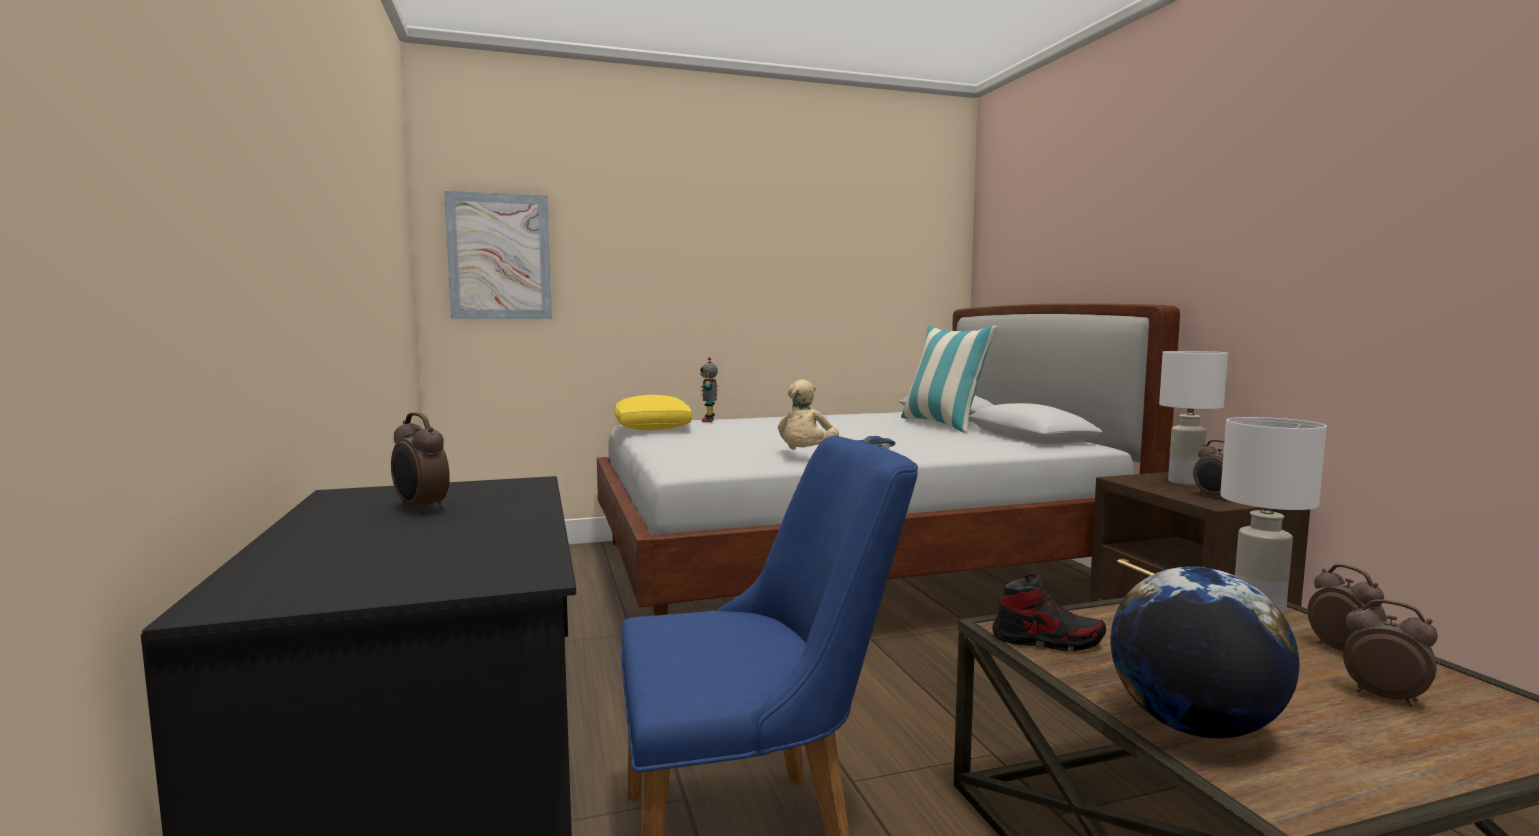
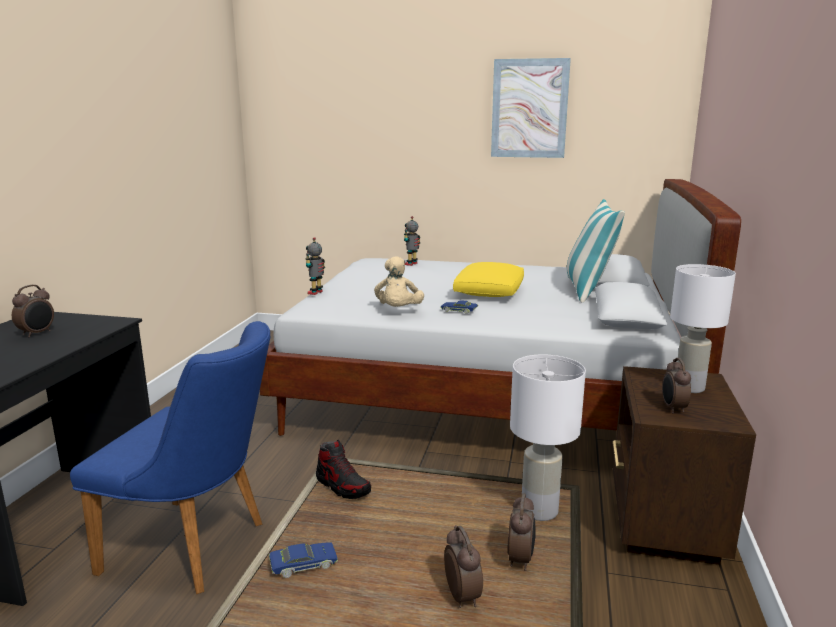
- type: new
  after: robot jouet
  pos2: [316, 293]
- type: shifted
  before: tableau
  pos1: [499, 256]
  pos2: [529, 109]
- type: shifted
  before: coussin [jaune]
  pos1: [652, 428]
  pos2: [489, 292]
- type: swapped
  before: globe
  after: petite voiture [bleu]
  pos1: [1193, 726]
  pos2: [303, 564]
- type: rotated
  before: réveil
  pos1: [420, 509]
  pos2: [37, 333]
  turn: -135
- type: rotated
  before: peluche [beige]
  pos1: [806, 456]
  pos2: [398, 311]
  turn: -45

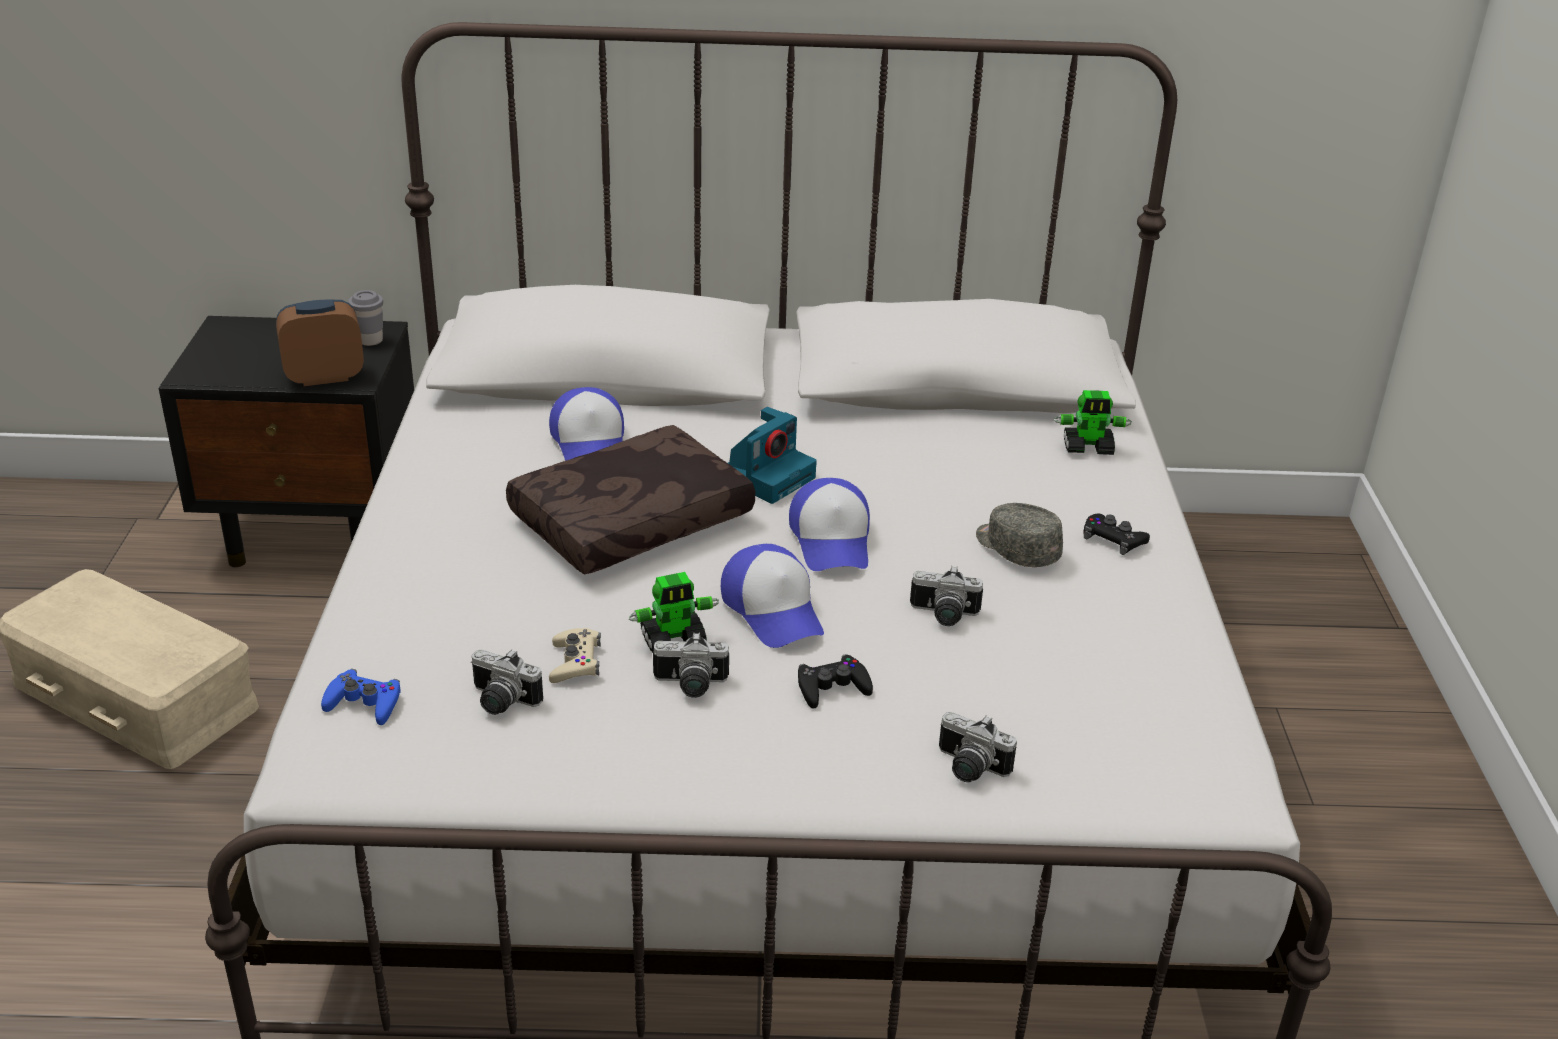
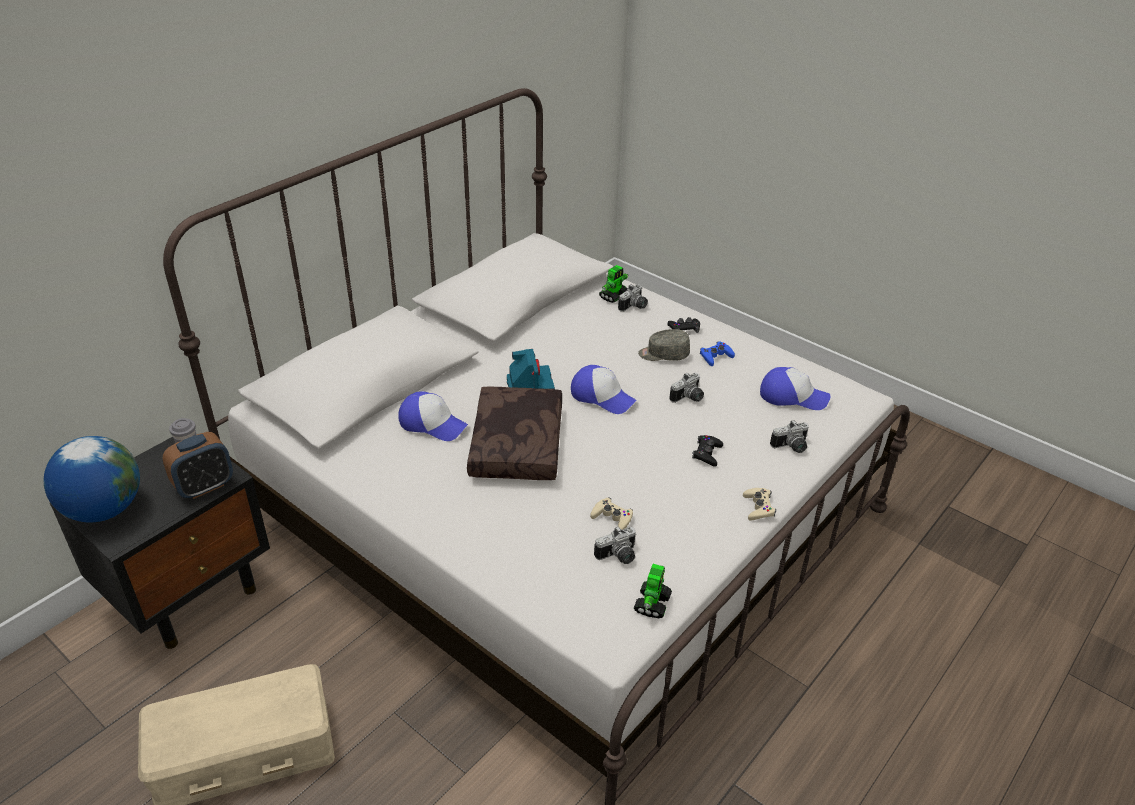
- type: new
  after: globe
  pos2: [104, 509]
- type: new
  after: manette [beige]
  pos2: [758, 507]
- type: shifted
  before: manette [bleu]
  pos1: [364, 703]
  pos2: [715, 356]
- type: shifted
  before: robot jouet
  pos1: [674, 640]
  pos2: [652, 603]
- type: shifted
  before: appareil photo
  pos1: [690, 685]
  pos2: [634, 307]
- type: shifted
  before: casquette
  pos1: [773, 610]
  pos2: [792, 396]
- type: rotated
  before: réveil
  pos1: [324, 377]
  pos2: [204, 486]
  turn: -150

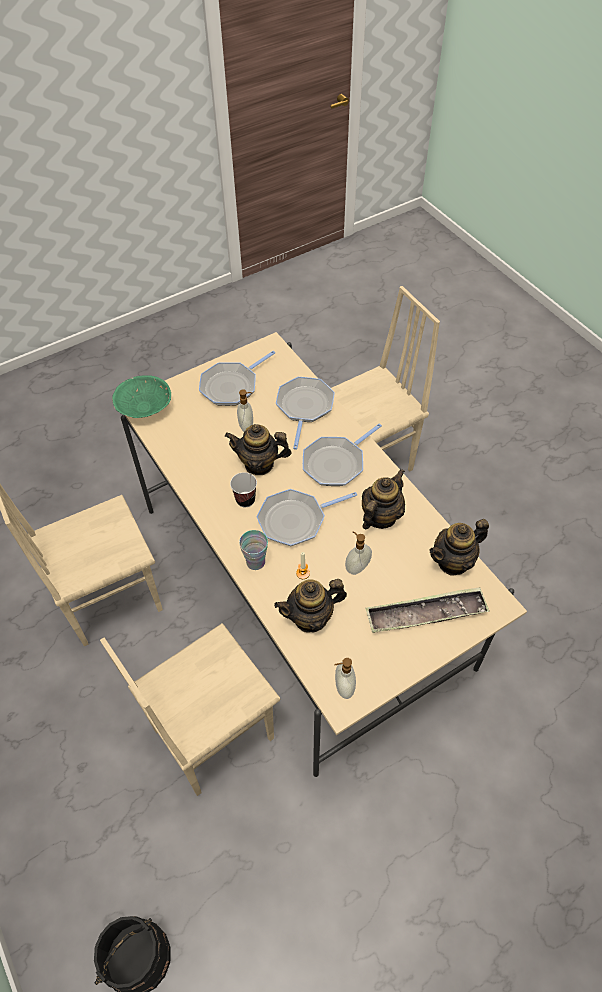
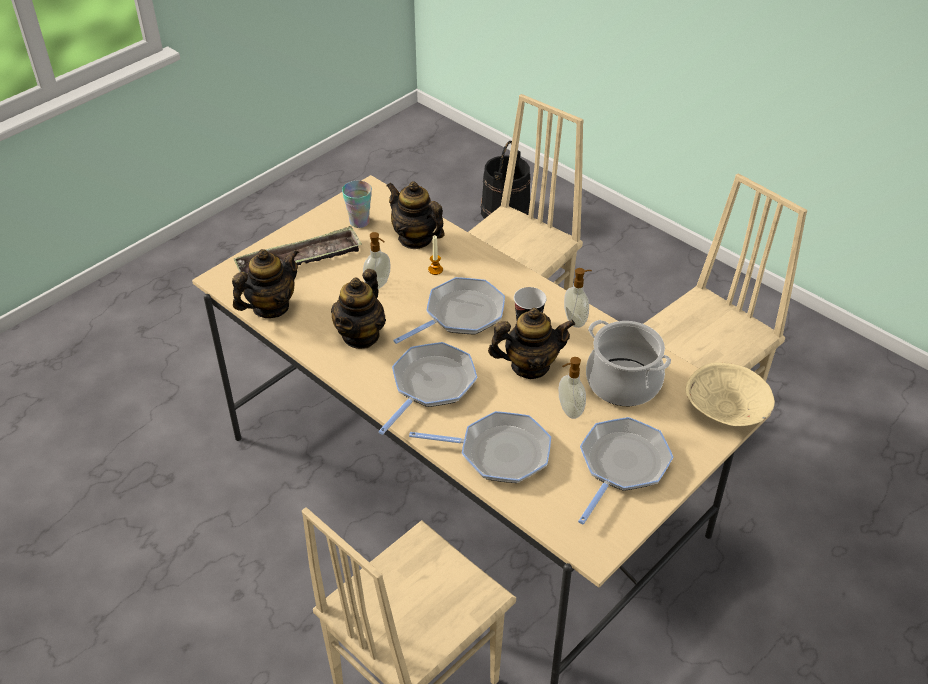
- type: new
  after: marmite
  pos2: [623, 382]
- type: shifted
  before: tasse
  pos1: [255, 562]
  pos2: [359, 222]
- type: shifted
  before: distributeur de savon
  pos1: [343, 687]
  pos2: [576, 320]
- type: repainted
  before: bol [vert]
  after: bol [beige]
  pos1: [144, 406]
  pos2: [727, 410]
- type: rotated
  before: théière
  pos1: [311, 617]
  pos2: [415, 238]
  turn: -105
- type: rotated
  before: poêle
  pos1: [304, 407]
  pos2: [499, 453]
  turn: -75

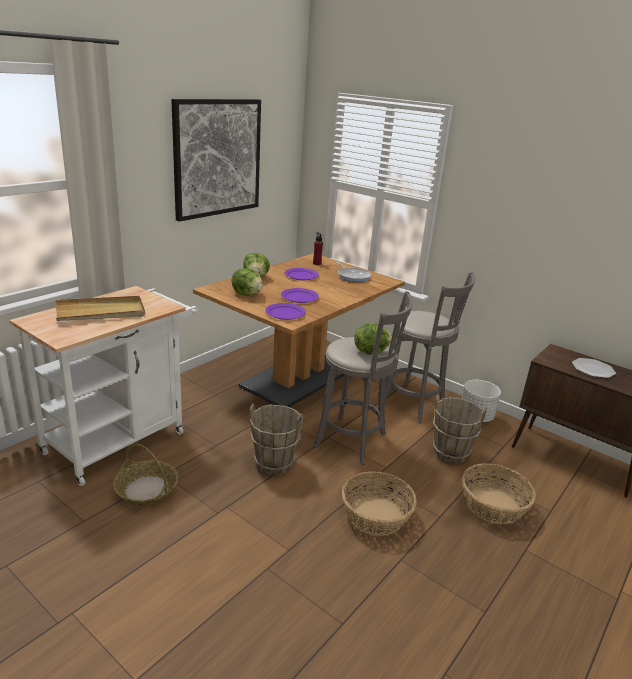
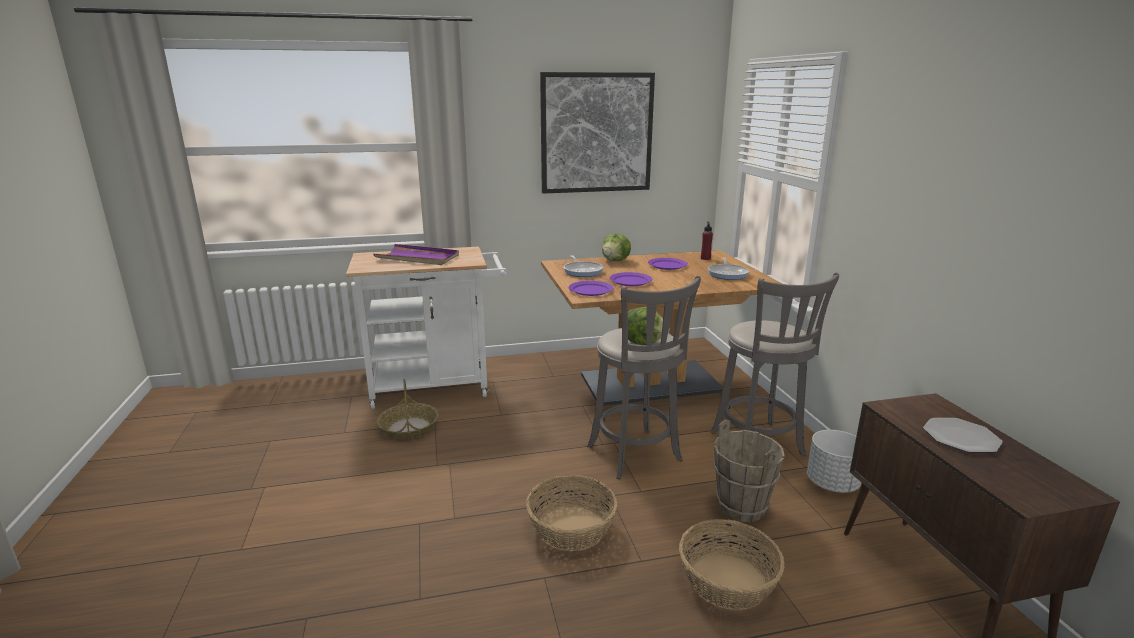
- type: gone
  before: seau [marron]
  pos1: [274, 463]
- type: swapped
  before: laitue
  after: poêle
  pos1: [247, 294]
  pos2: [582, 271]
- type: repainted
  before: plateau [beige]
  after: plateau [violet]
  pos1: [101, 312]
  pos2: [418, 258]

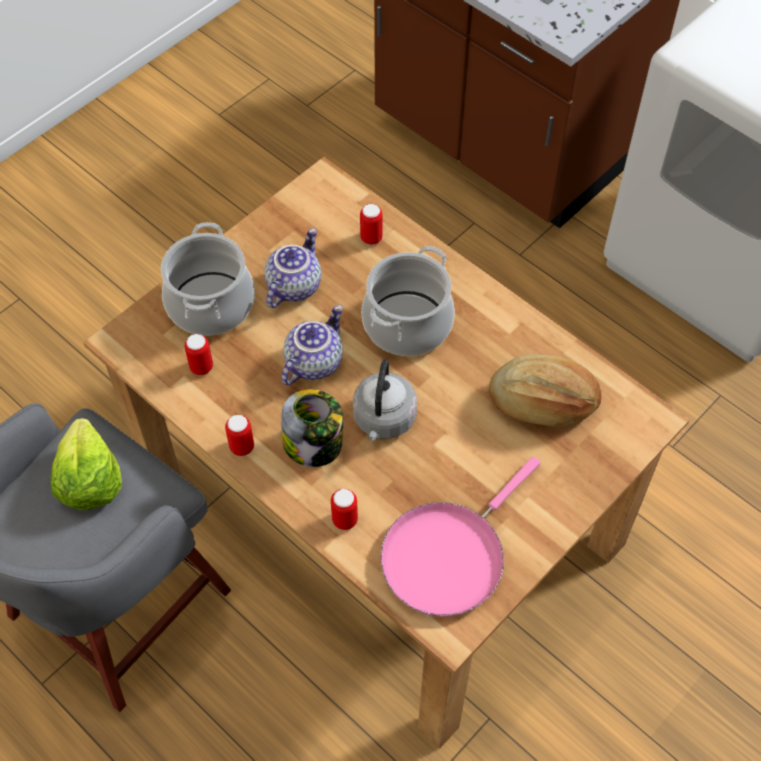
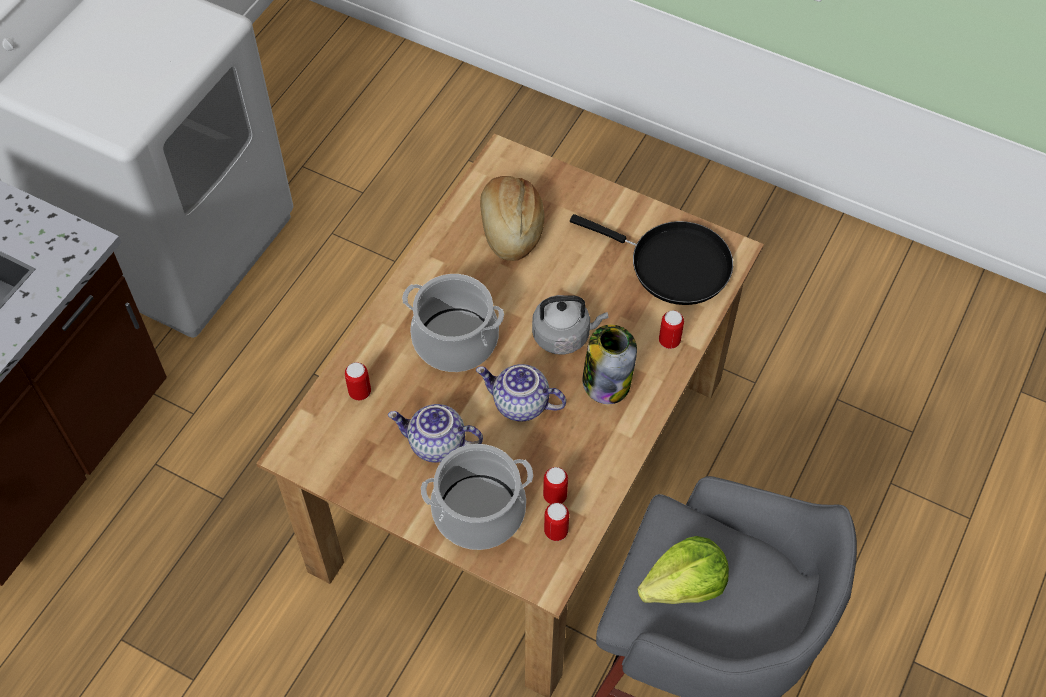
- type: shifted
  before: boîte métallique
  pos1: [242, 447]
  pos2: [556, 531]
- type: repainted
  before: poêle [rose]
  after: poêle [noir]
  pos1: [448, 555]
  pos2: [673, 265]

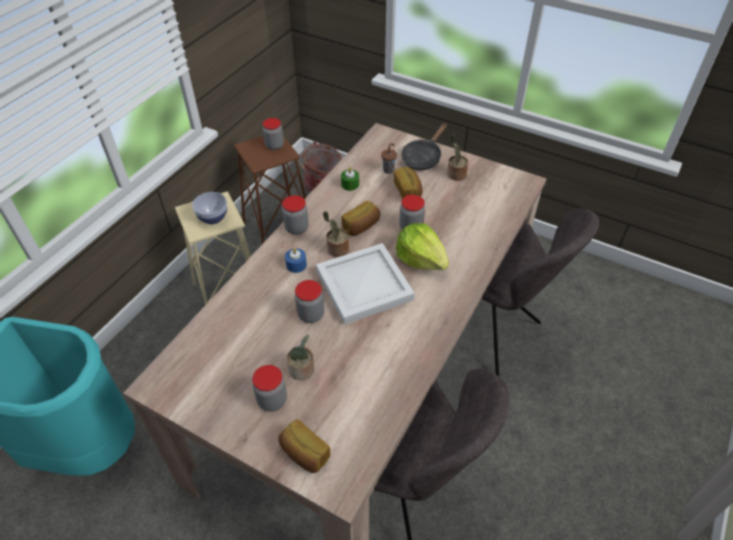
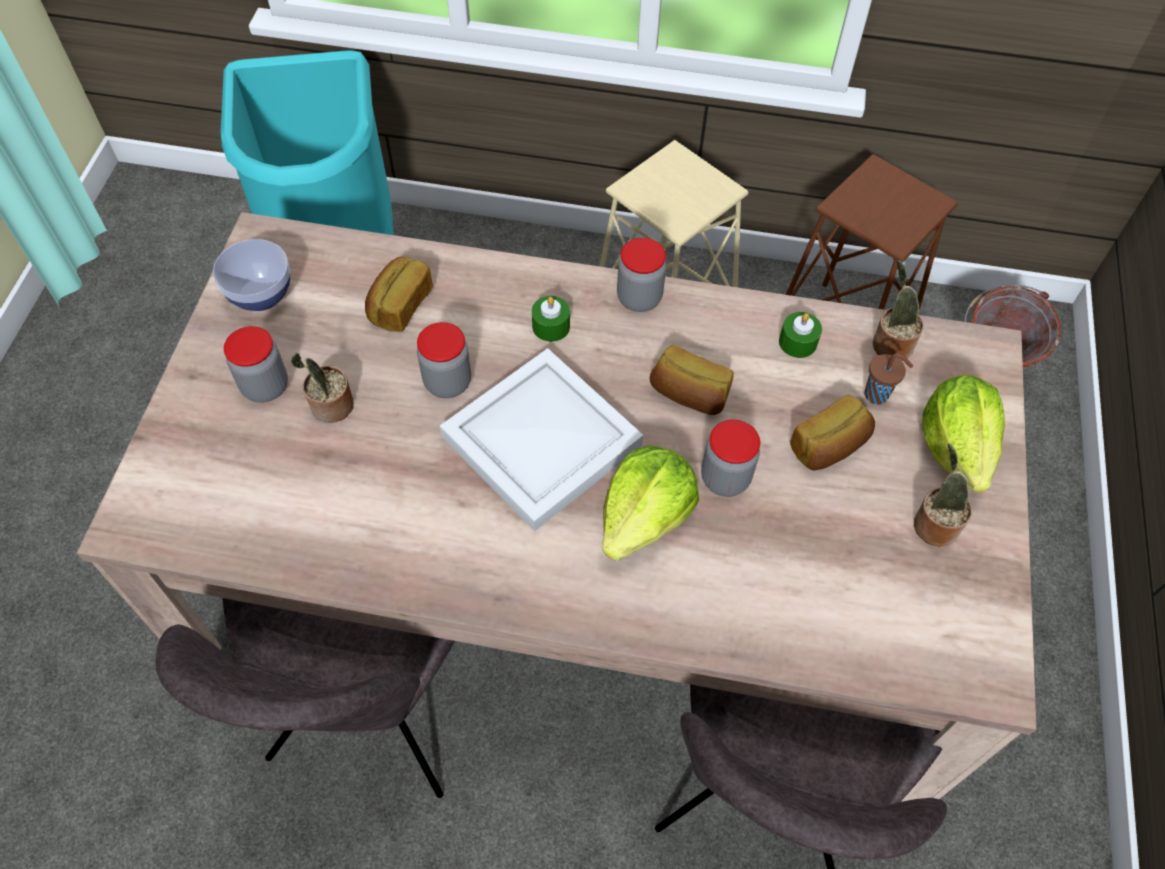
- type: gone
  before: bocal
  pos1: [274, 145]
- type: shifted
  before: bol
  pos1: [213, 217]
  pos2: [261, 295]
- type: shifted
  before: pain
  pos1: [304, 454]
  pos2: [399, 305]
- type: shifted
  before: plante en pot
  pos1: [336, 250]
  pos2: [889, 343]
- type: swapped
  before: poêle [noir]
  after: laitue
  pos1: [423, 157]
  pos2: [955, 447]
- type: repainted
  before: bougie [bleu]
  after: bougie [vert]
  pos1: [296, 265]
  pos2: [551, 326]

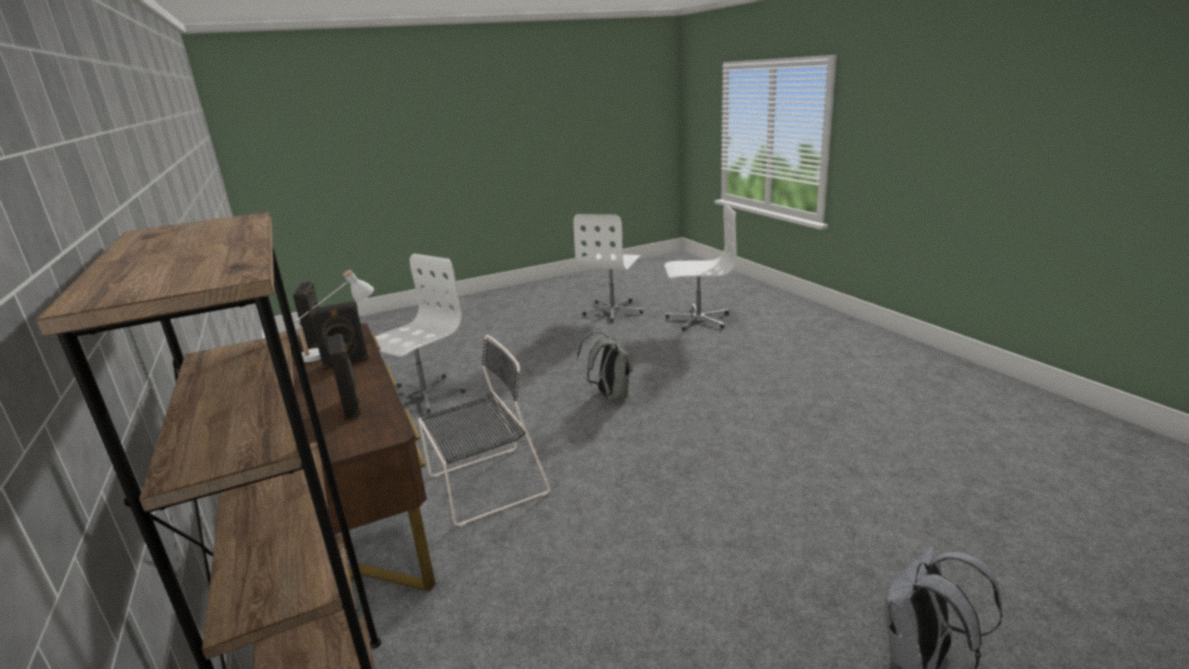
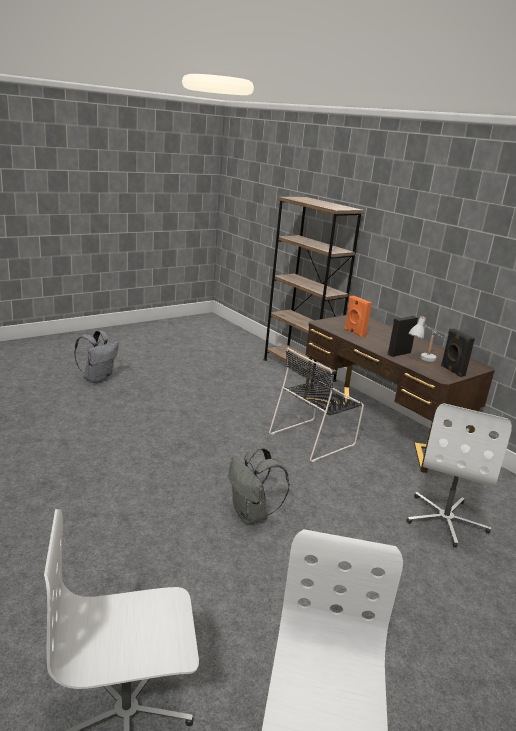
- type: repainted
  before: enceinte [noir]
  after: enceinte [orange]
  pos1: [352, 407]
  pos2: [354, 333]

